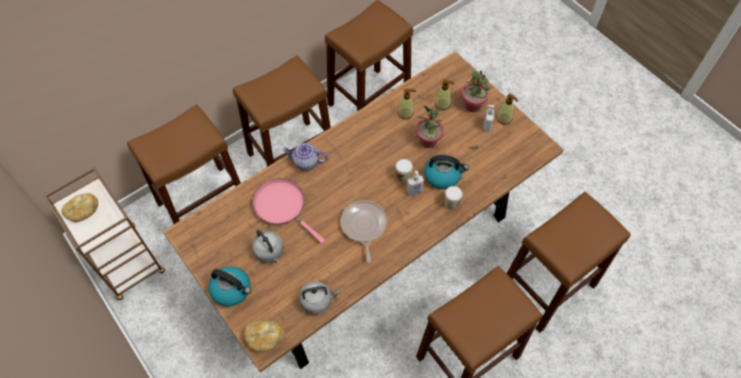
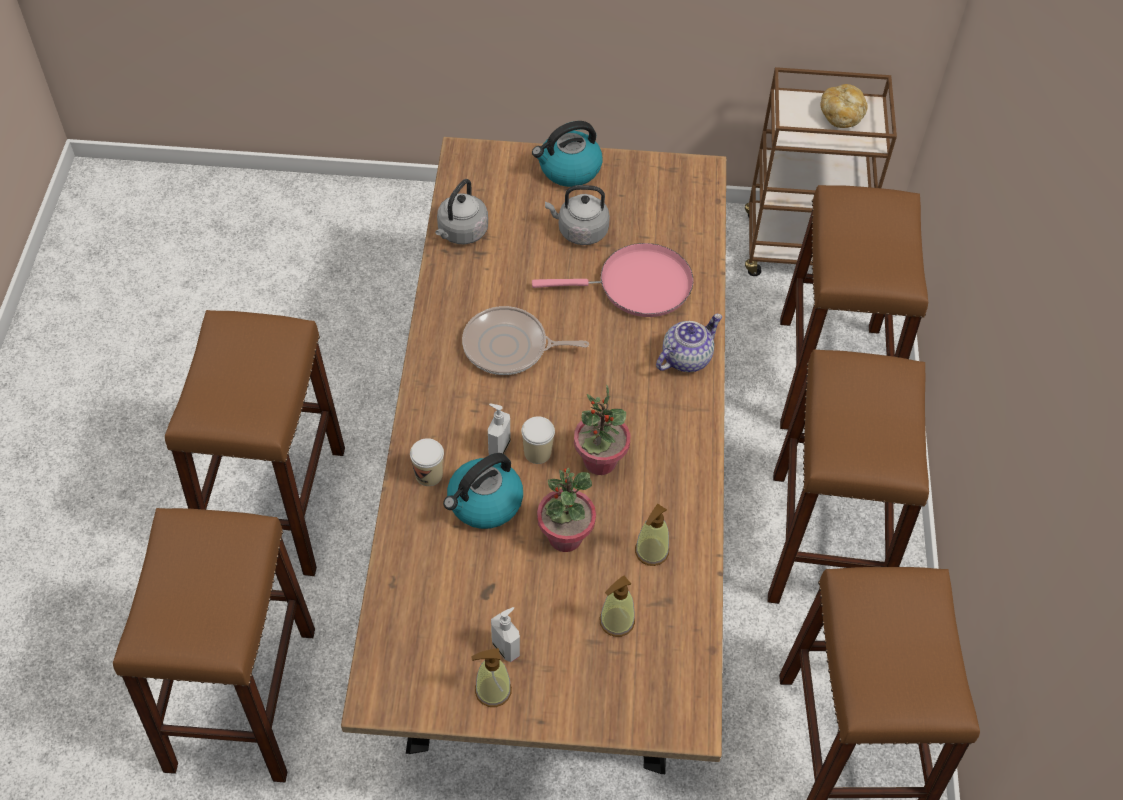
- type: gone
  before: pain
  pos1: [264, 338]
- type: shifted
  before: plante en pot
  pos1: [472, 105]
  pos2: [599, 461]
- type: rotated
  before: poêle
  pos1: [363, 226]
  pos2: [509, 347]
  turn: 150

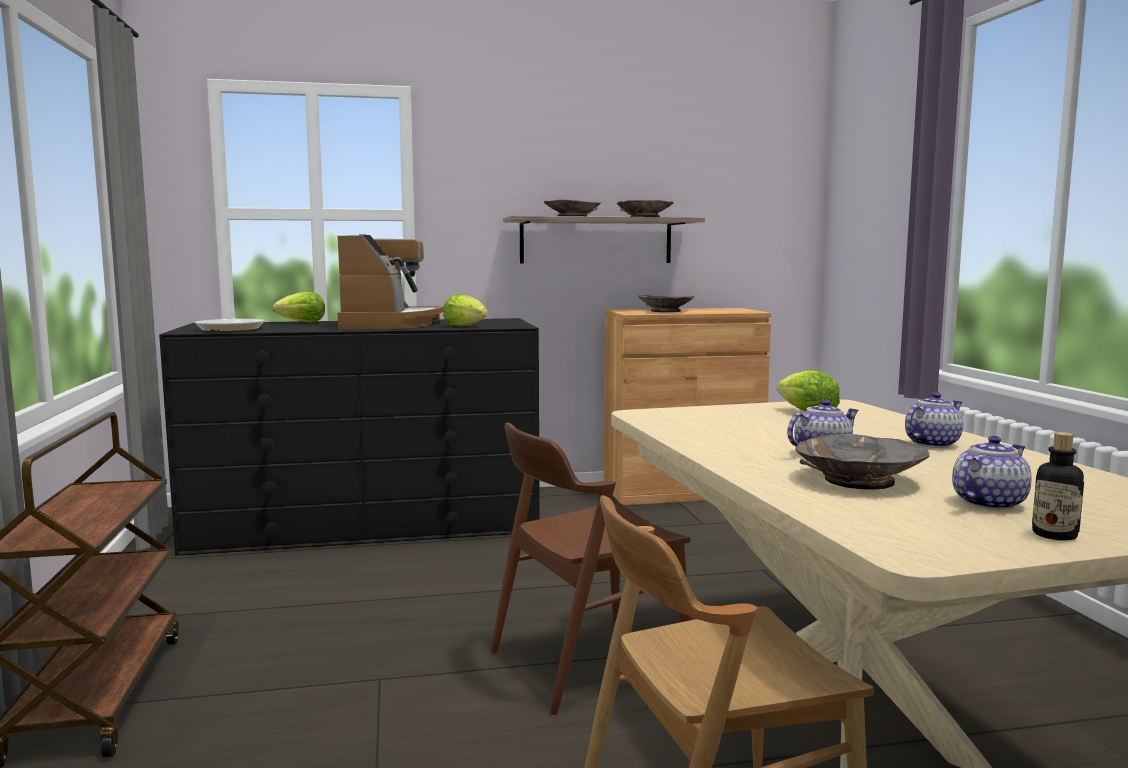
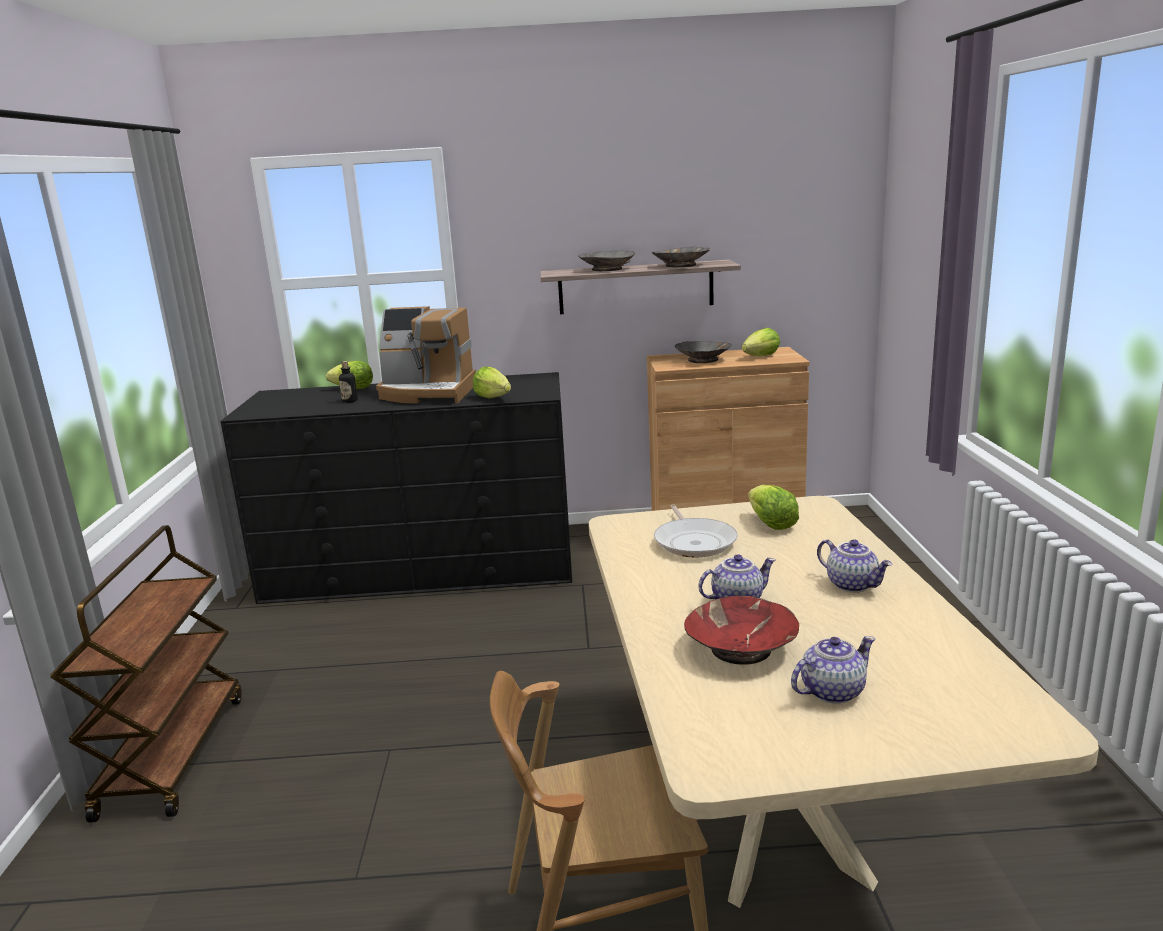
- type: gone
  before: chaise [marron]
  pos1: [587, 663]
- type: new
  after: laitue
  pos2: [761, 356]
- type: shifted
  before: poêle
  pos1: [231, 329]
  pos2: [694, 541]
- type: shifted
  before: bouteille
  pos1: [1054, 535]
  pos2: [350, 401]
- type: repainted
  before: bol [gris]
  after: bol [rouge]
  pos1: [859, 480]
  pos2: [741, 648]
- type: rotated
  before: machine à café
  pos1: [390, 324]
  pos2: [428, 393]
  turn: 90
- type: rotated
  before: théière
  pos1: [931, 444]
  pos2: [853, 585]
  turn: 75

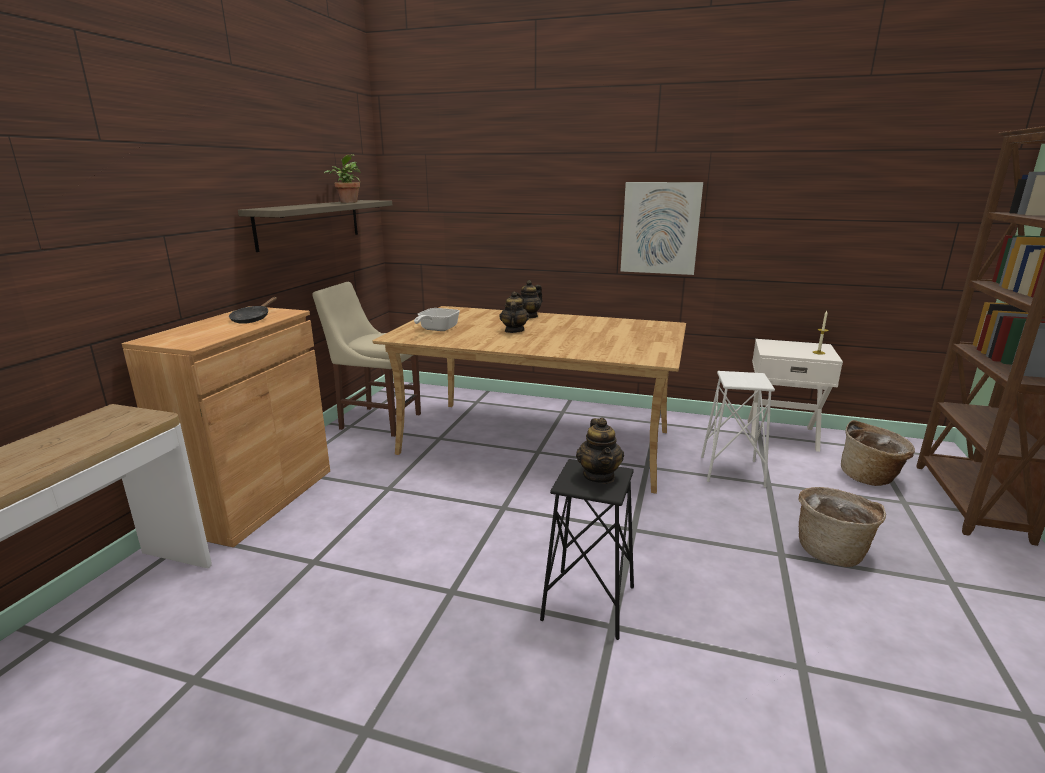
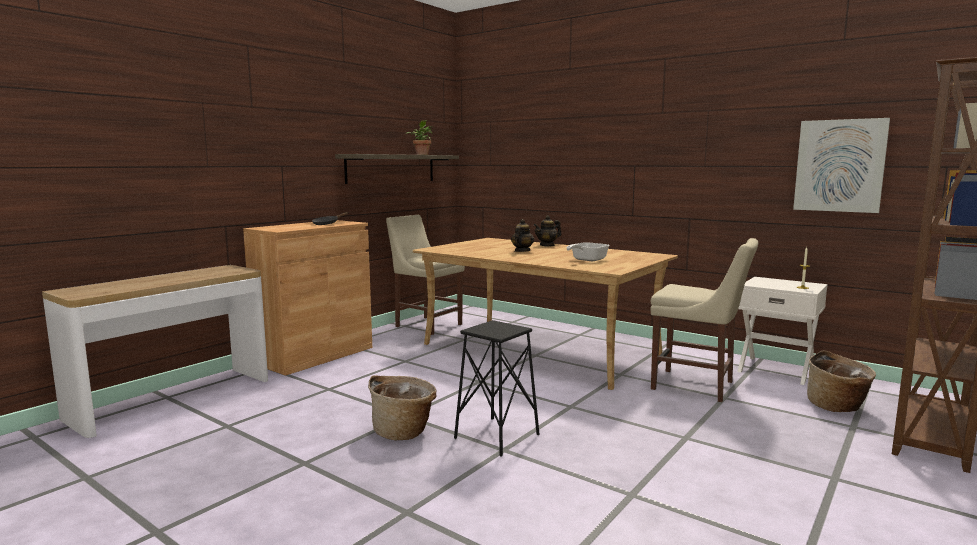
- type: gone
  before: théière
  pos1: [599, 476]
- type: shifted
  before: poêle
  pos1: [436, 329]
  pos2: [586, 260]
- type: shifted
  before: tableau
  pos1: [660, 228]
  pos2: [839, 165]
- type: shifted
  before: panier
  pos1: [831, 551]
  pos2: [404, 432]
- type: swapped
  before: tabouret [blanc]
  after: chaise [beige]
  pos1: [732, 471]
  pos2: [697, 386]

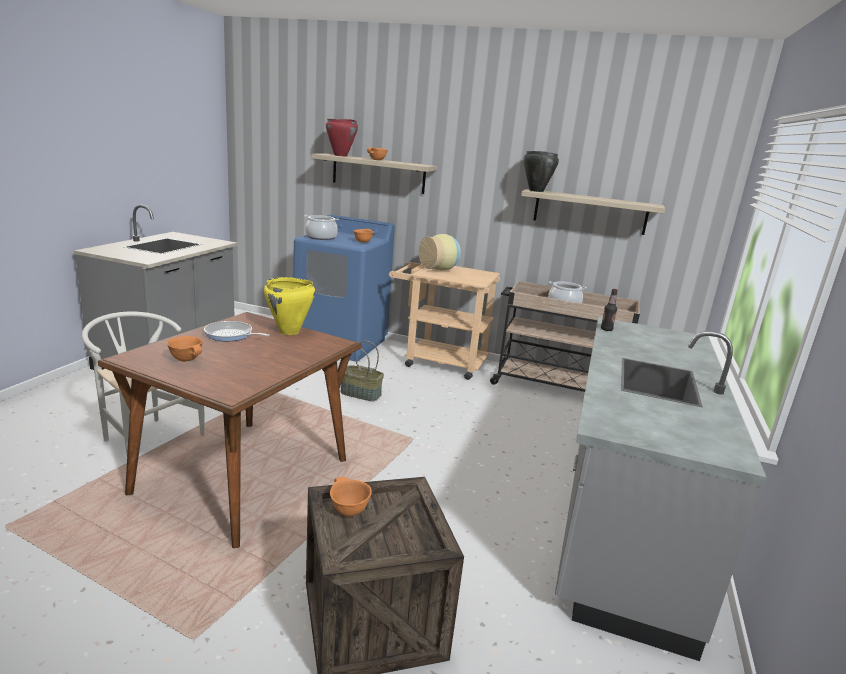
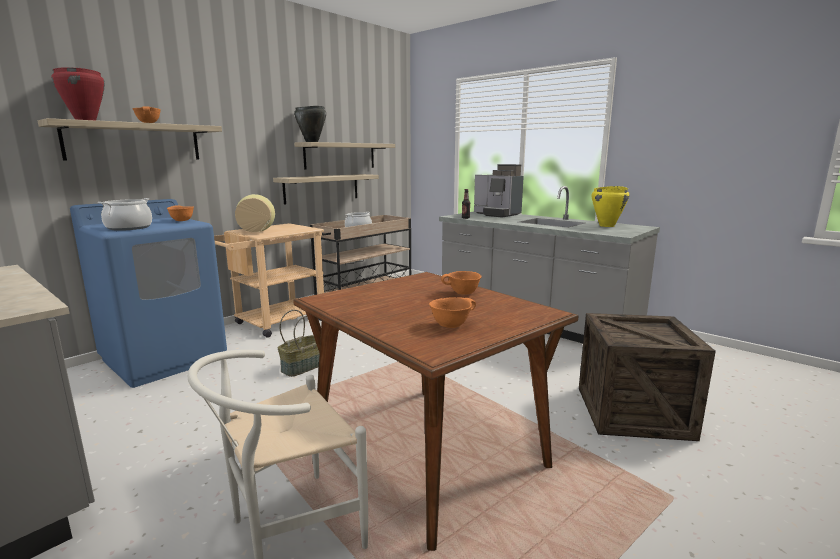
- type: gone
  before: poêle
  pos1: [231, 335]
- type: new
  after: étagère
  pos2: [322, 188]
- type: new
  after: machine à café
  pos2: [497, 214]
- type: shifted
  before: marmite [jaune]
  pos1: [289, 332]
  pos2: [607, 226]
- type: shifted
  before: bol [orange]
  pos1: [348, 510]
  pos2: [462, 293]

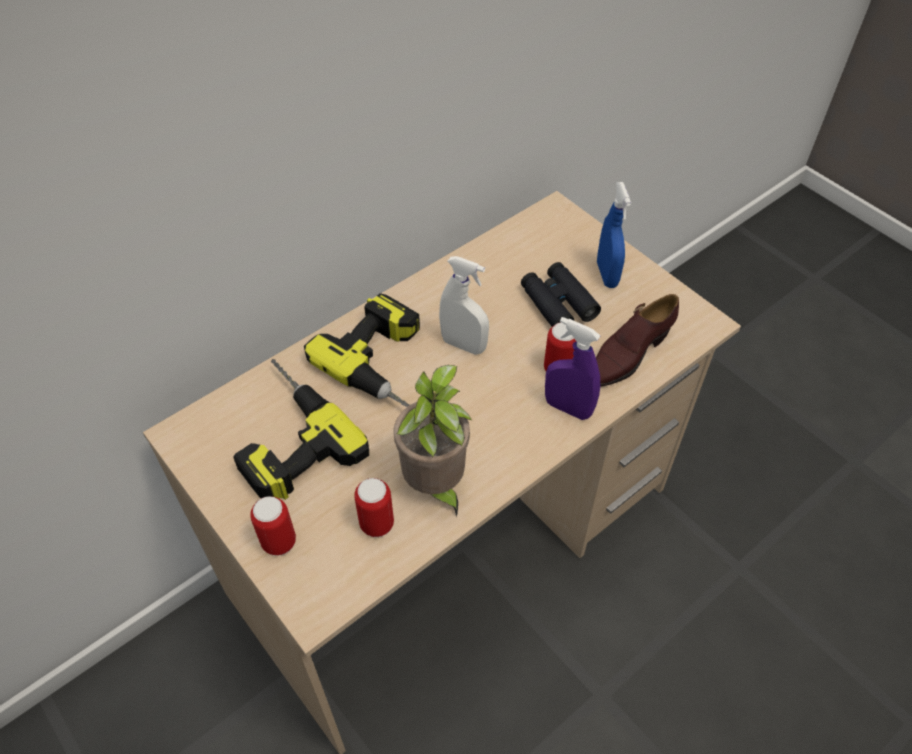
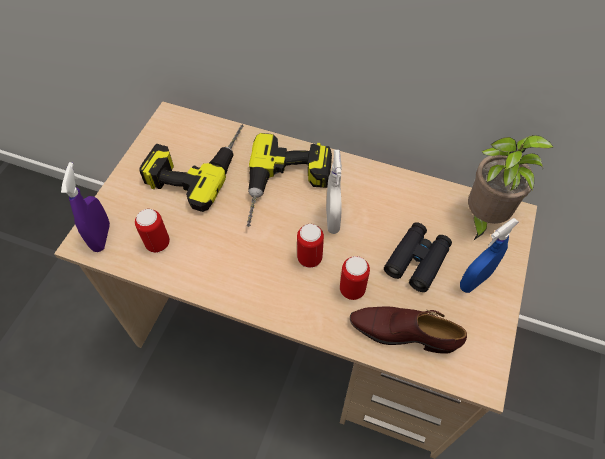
- type: shifted
  before: boîte métallique
  pos1: [279, 542]
  pos2: [309, 258]
- type: shifted
  before: plante en pot
  pos1: [435, 485]
  pos2: [483, 218]
- type: shifted
  before: vaporisateur [violet]
  pos1: [568, 408]
  pos2: [101, 237]

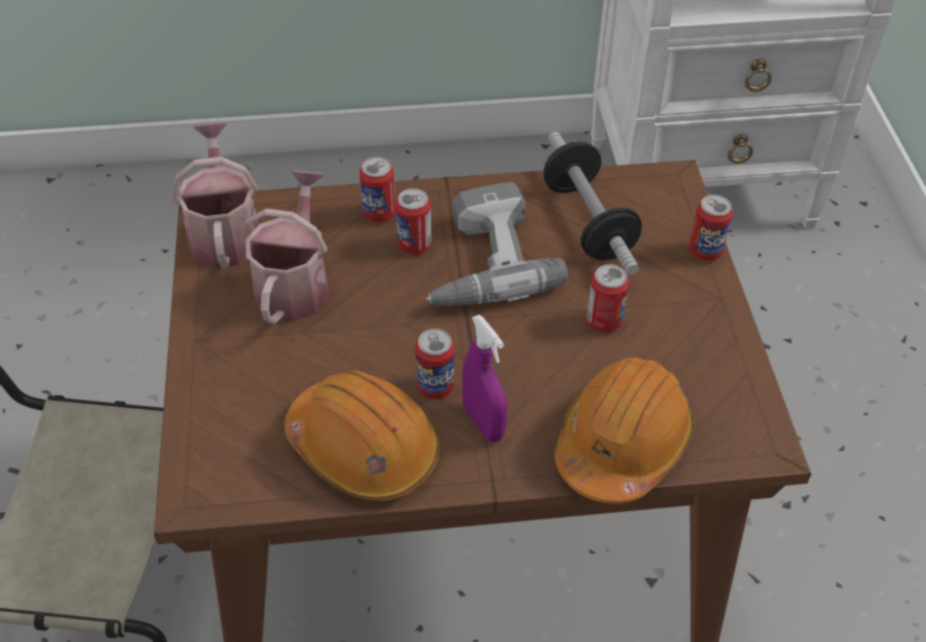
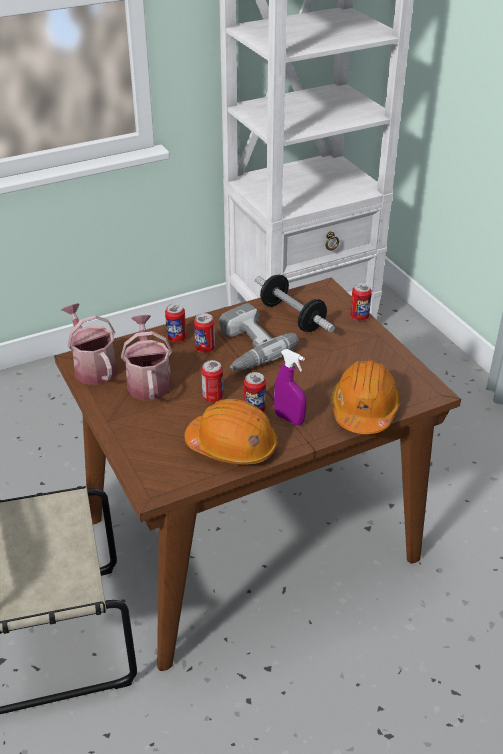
- type: shifted
  before: boîte métallique
  pos1: [604, 322]
  pos2: [213, 397]

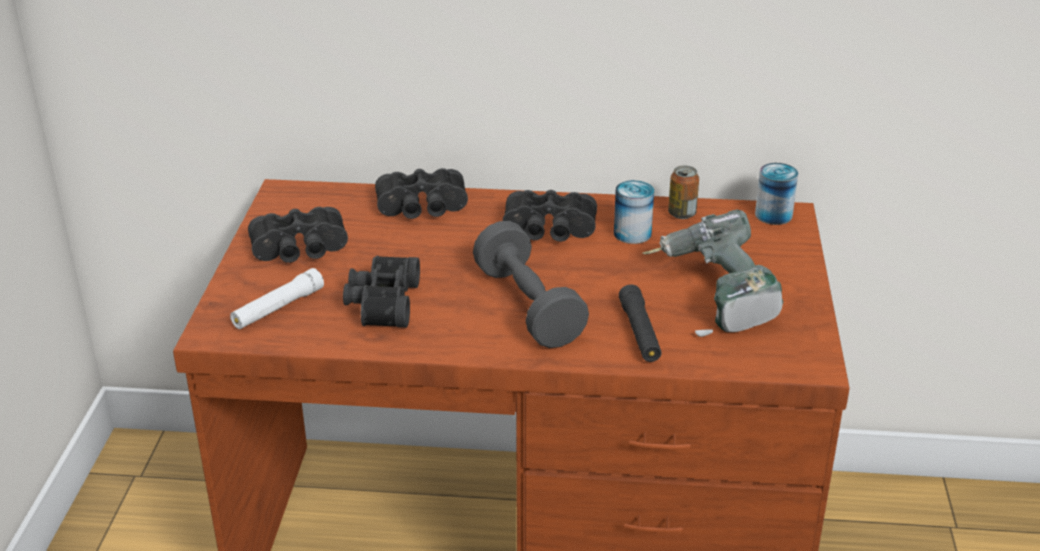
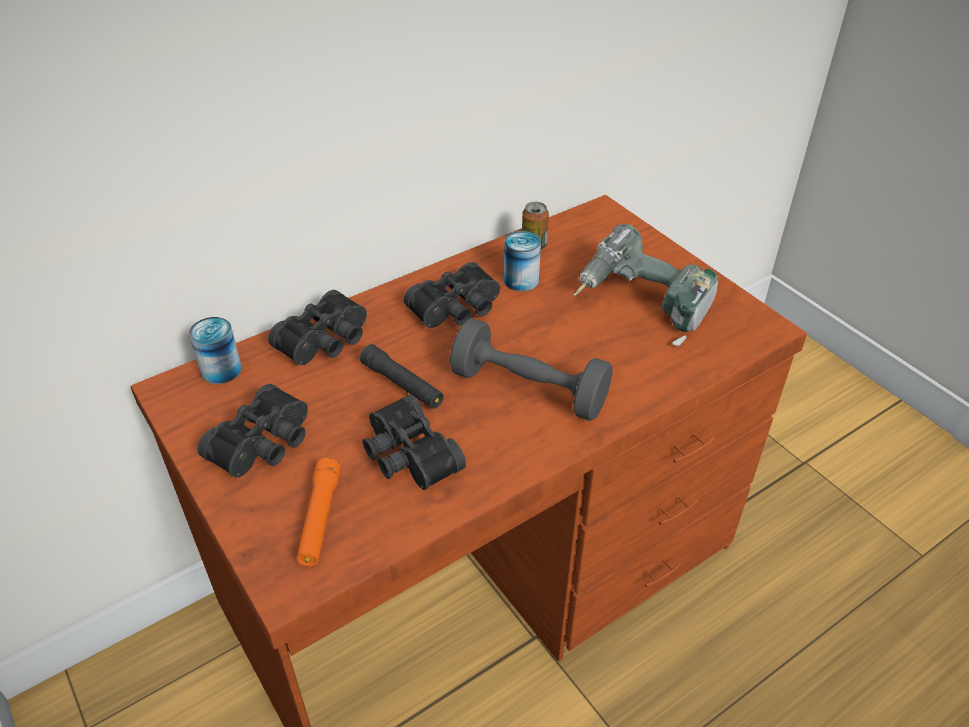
- type: shifted
  before: lampe de poche [noir]
  pos1: [640, 332]
  pos2: [402, 384]
- type: shifted
  before: boîte métallique
  pos1: [773, 215]
  pos2: [221, 370]
- type: repainted
  before: lampe de poche [blanc]
  after: lampe de poche [orange]
  pos1: [278, 308]
  pos2: [320, 519]

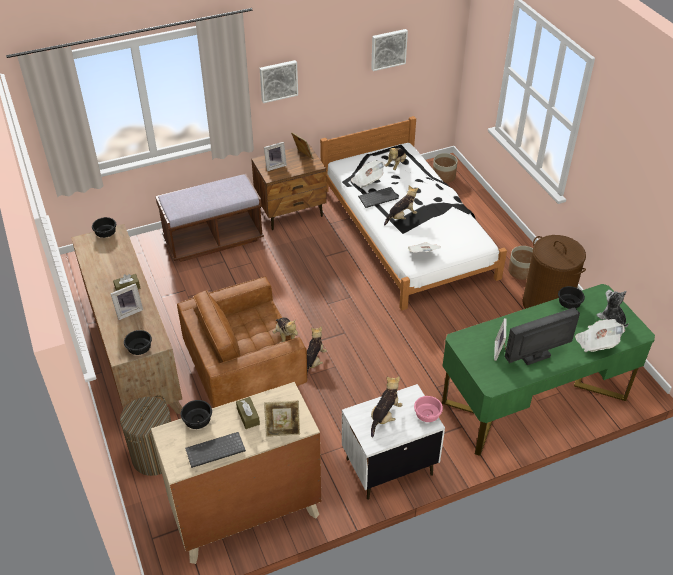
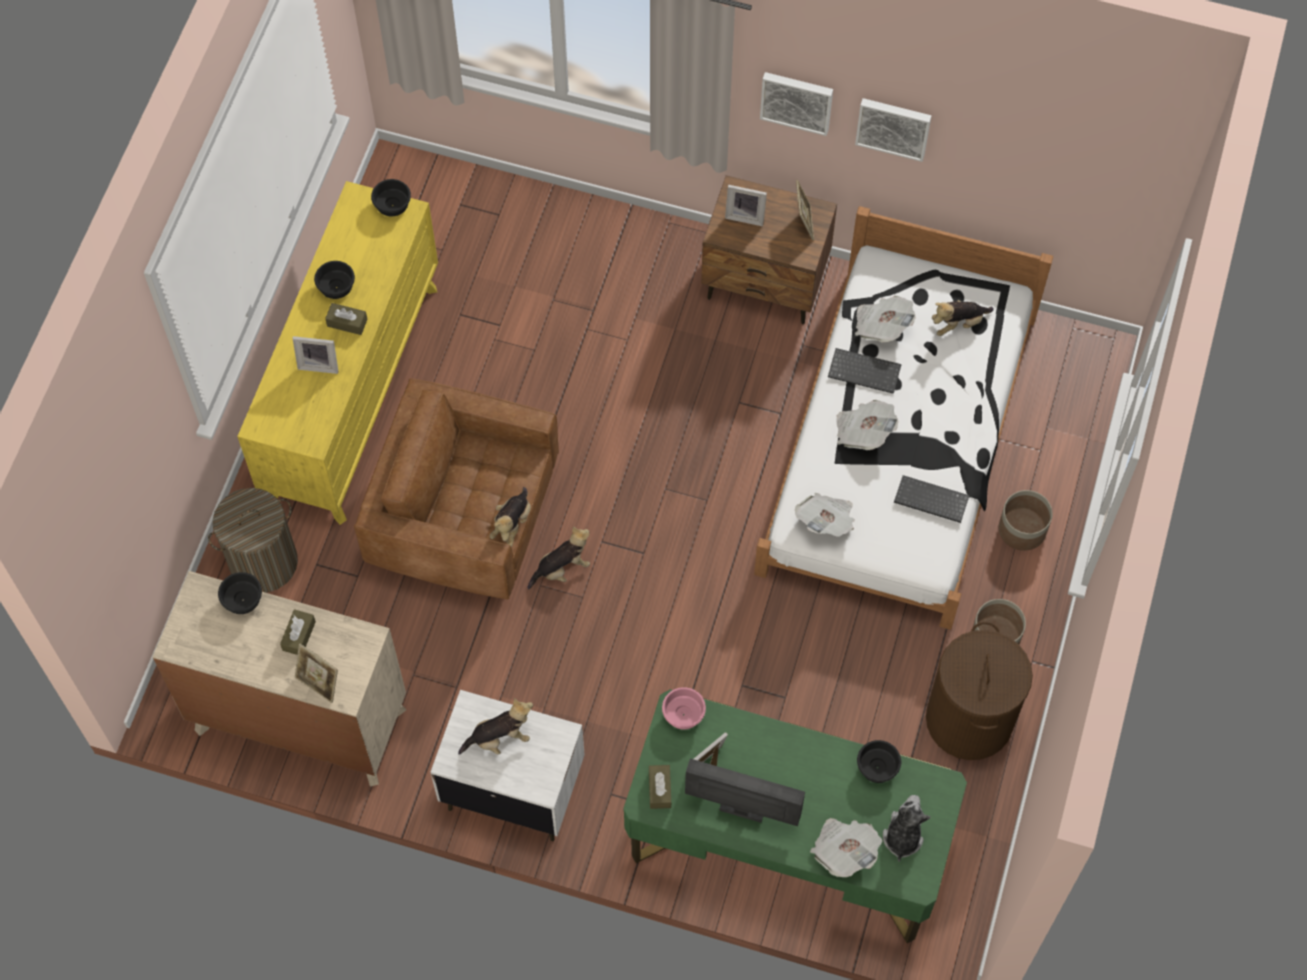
- type: gone
  before: banc [marron]
  pos1: [213, 240]
- type: new
  after: boîte à mouchoirs [marron]
  pos2: [659, 789]
- type: shifted
  before: bol [noir]
  pos1: [140, 349]
  pos2: [337, 288]
- type: shifted
  before: clavier
  pos1: [215, 451]
  pos2: [929, 501]
- type: shifted
  before: tableau
  pos1: [388, 49]
  pos2: [893, 126]
- type: shifted
  before: bol [rose]
  pos1: [426, 415]
  pos2: [682, 714]
- type: shifted
  before: cache-pot
  pos1: [443, 176]
  pos2: [1022, 529]
- type: swapped
  before: peluche
  after: journal
  pos1: [401, 217]
  pos2: [863, 432]
- type: repainted
  before: commode [marron]
  after: commode [jaune]
  pos1: [134, 356]
  pos2: [353, 391]

